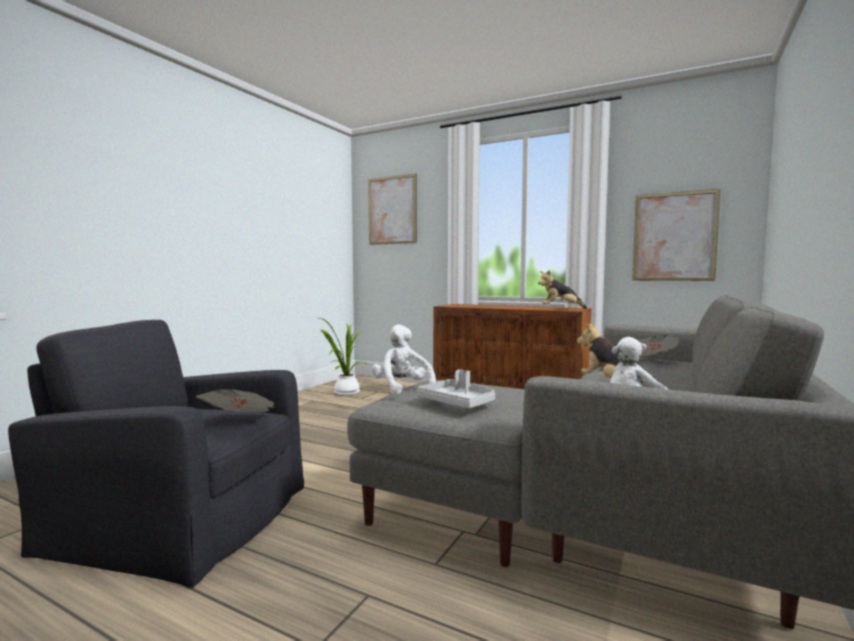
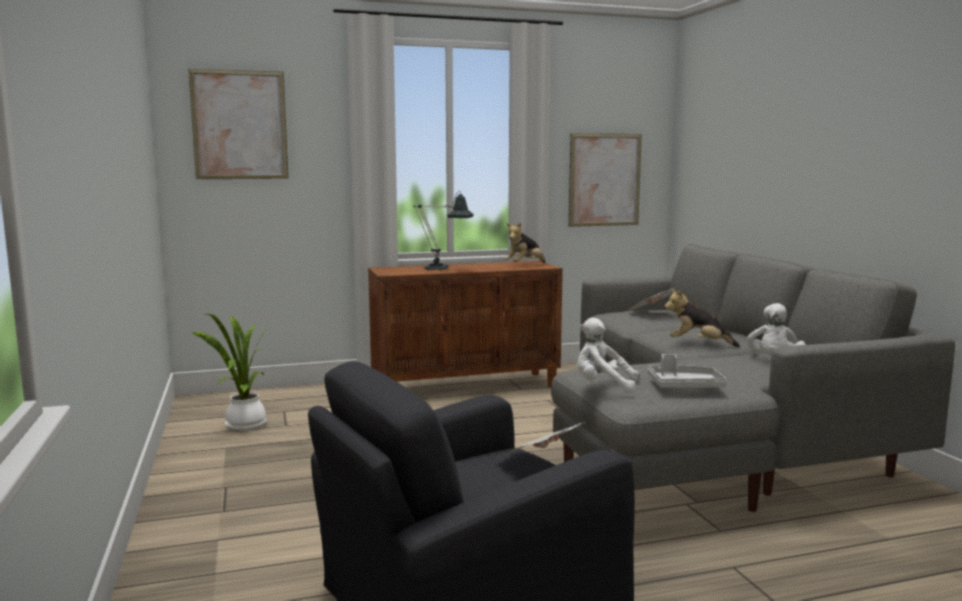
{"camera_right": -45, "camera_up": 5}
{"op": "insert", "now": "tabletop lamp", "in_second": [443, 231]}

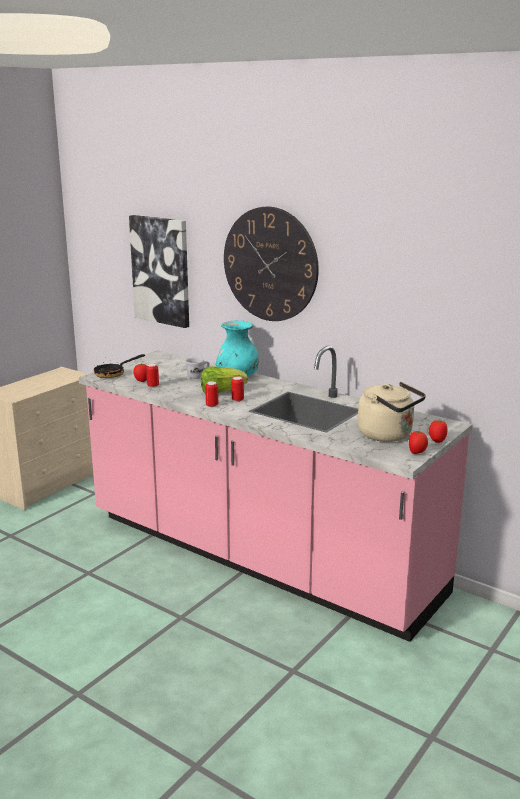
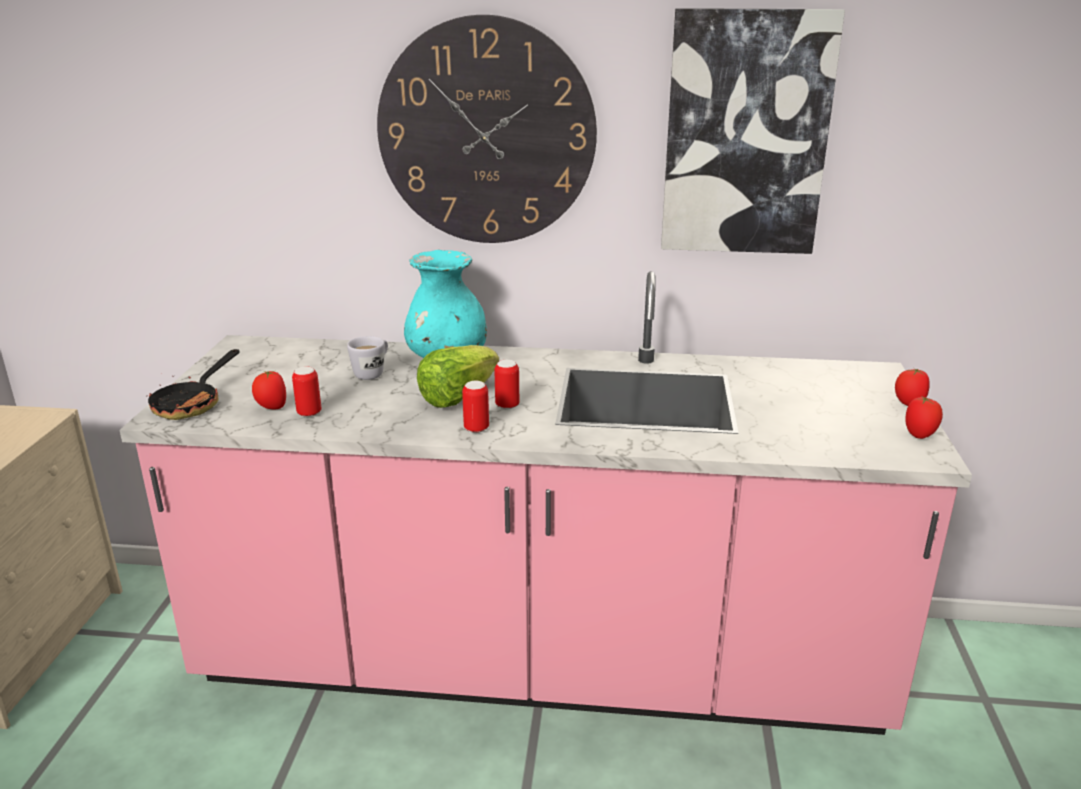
{"camera_right": -30, "camera_up": 5}
{"op": "move", "was": "picture", "in_first": [159, 271], "in_second": [753, 131]}
{"op": "delete", "was": "tea kettle (sand-coloured)", "in_first": [392, 412]}

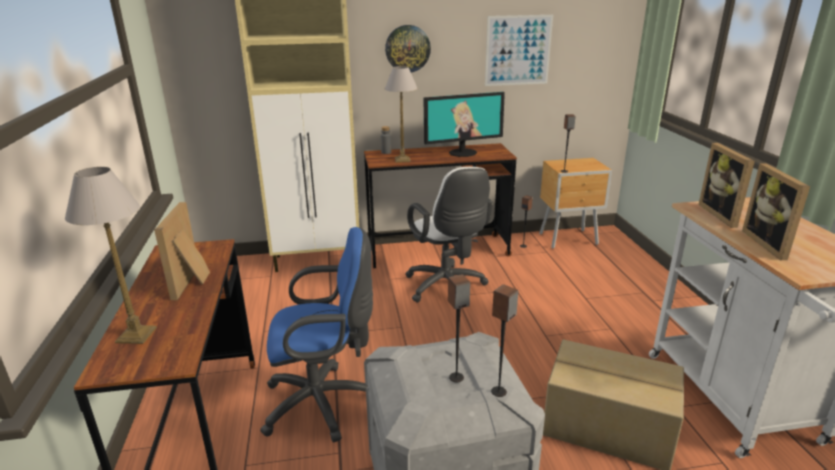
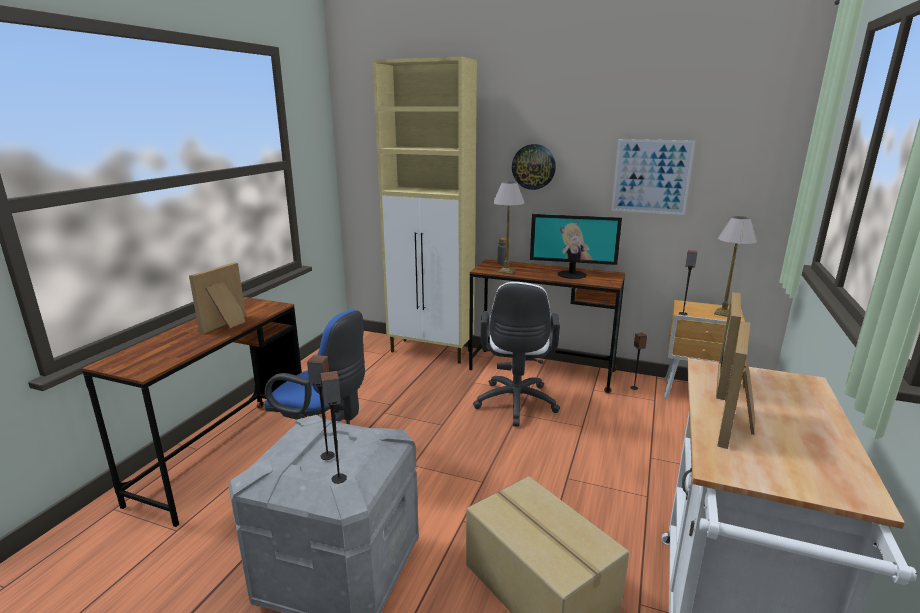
{"camera_right": 30, "camera_up": -5}
{"op": "move", "was": "tabletop lamp", "in_first": [111, 255], "in_second": [735, 266]}

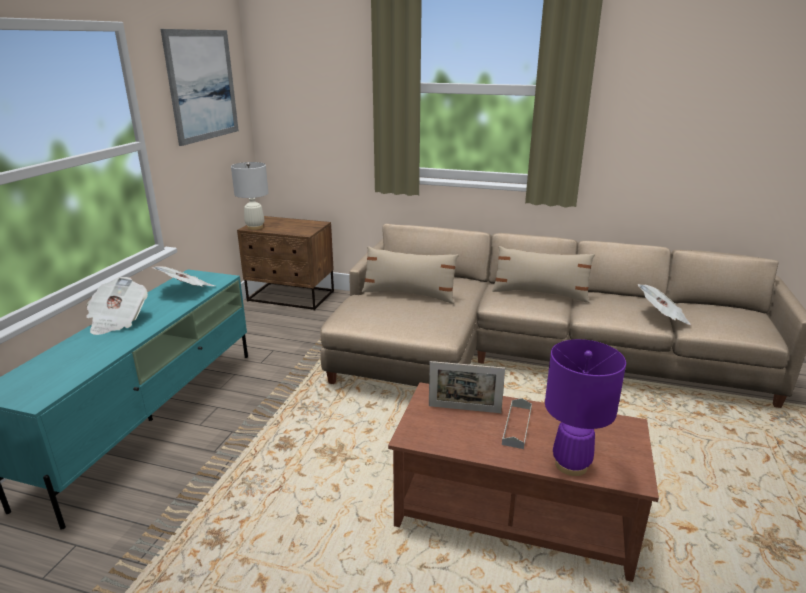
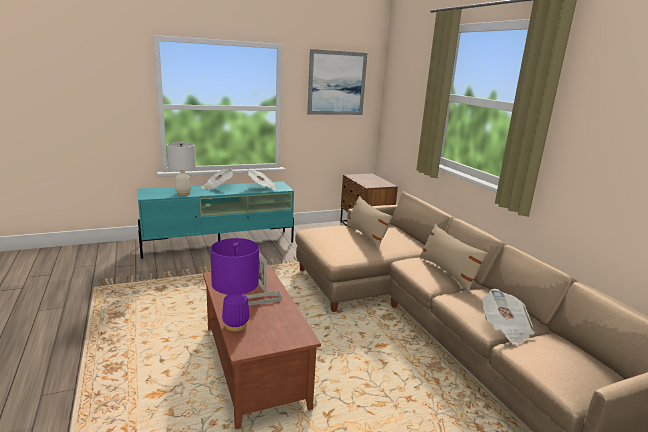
{"camera_right": 50, "camera_up": -5}
{"op": "move", "was": "tabletop lamp (white-coloured)", "in_first": [249, 196], "in_second": [181, 169]}

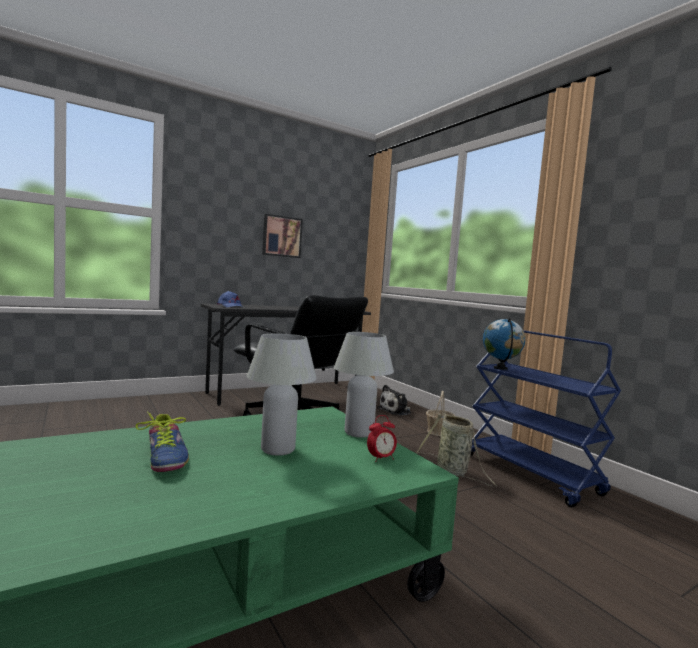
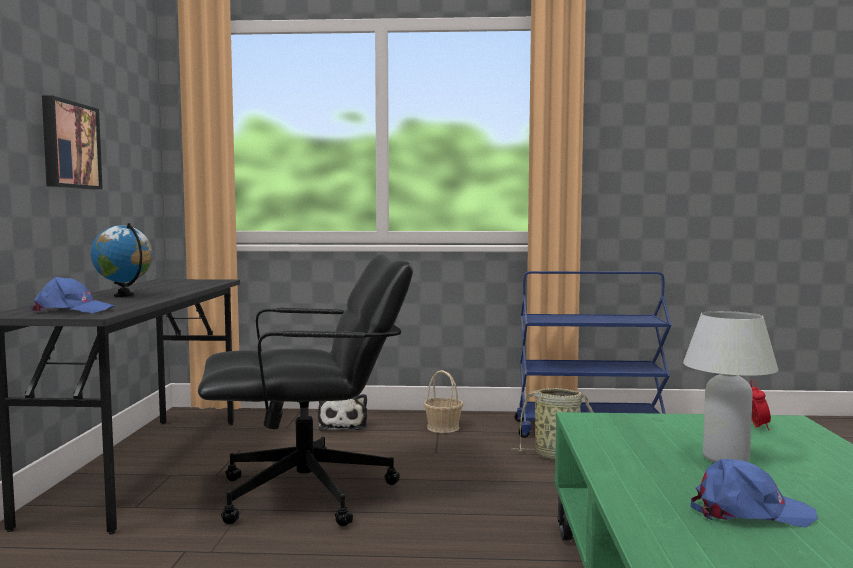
{"camera_right": -55, "camera_up": 0}
{"op": "replace", "was": "item of footwear", "now": "peaked cap (blue-coloured)", "in_first": [162, 442], "in_second": [754, 493]}
{"op": "delete", "was": "tabletop lamp (white-coloured)", "in_first": [364, 385]}
{"op": "move", "was": "desk globe", "in_first": [504, 344], "in_second": [122, 260]}

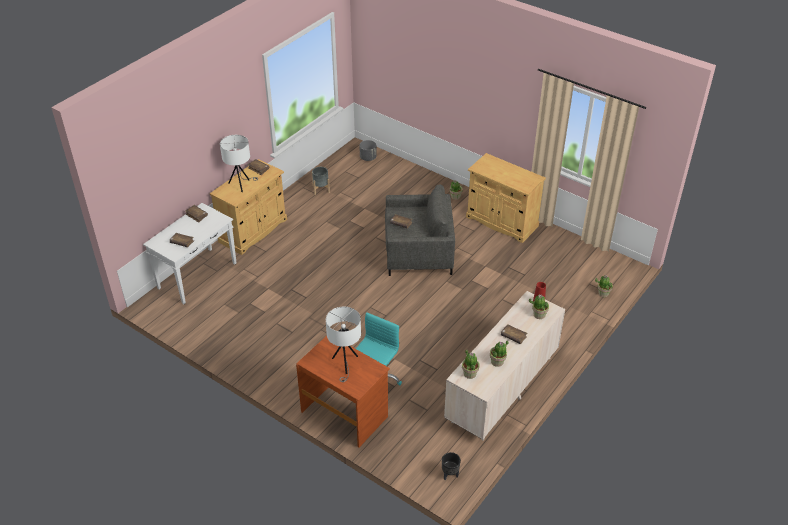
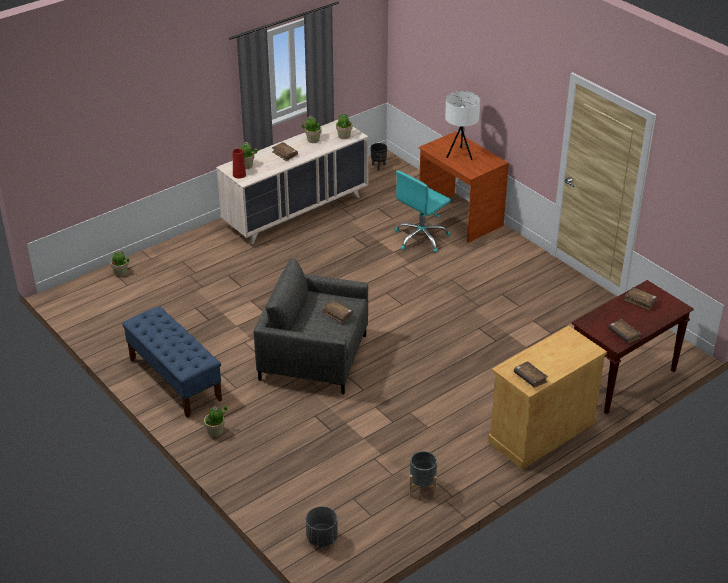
{"camera_right": -165, "camera_up": -5}
{"op": "recolor", "was": "hall table (white-coloured)", "now": "hall table (brown)", "in_first": [189, 253], "in_second": [633, 347]}
{"op": "delete", "was": "tabletop lamp (white-coloured)", "in_first": [239, 163]}
{"op": "replace", "was": "cupboard (sand-coloured)", "now": "long seat (blue-coloured)", "in_first": [506, 198], "in_second": [172, 362]}

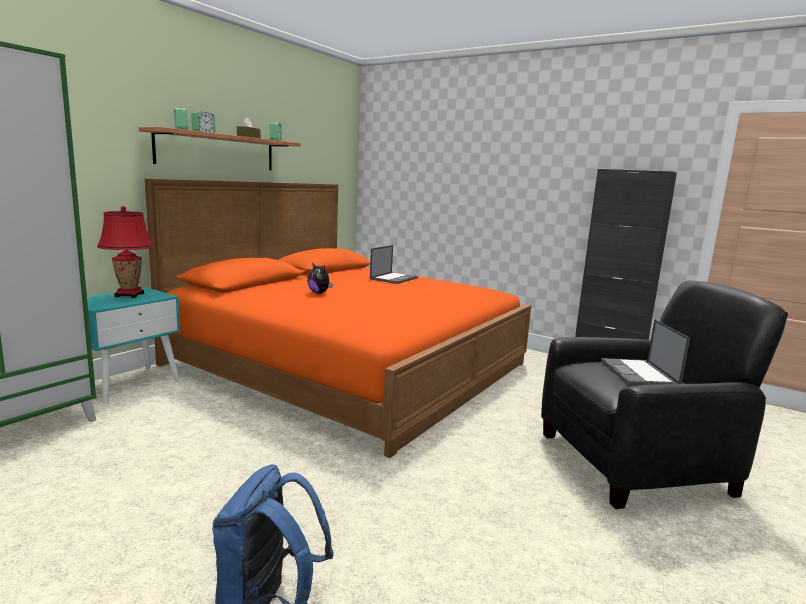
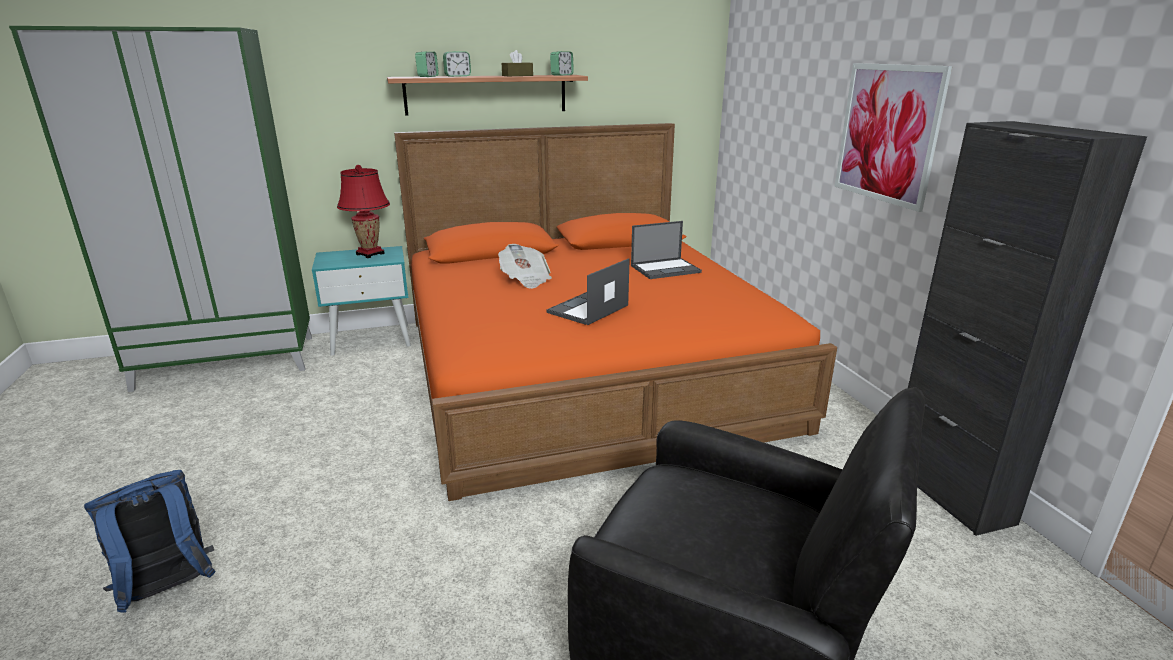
{"camera_right": 40, "camera_up": 10}
{"op": "replace", "was": "plush toy", "now": "newspaper", "in_first": [320, 277], "in_second": [525, 266]}
{"op": "move", "was": "notebook computer", "in_first": [645, 352], "in_second": [588, 291]}
{"op": "insert", "now": "picture", "in_second": [893, 137]}

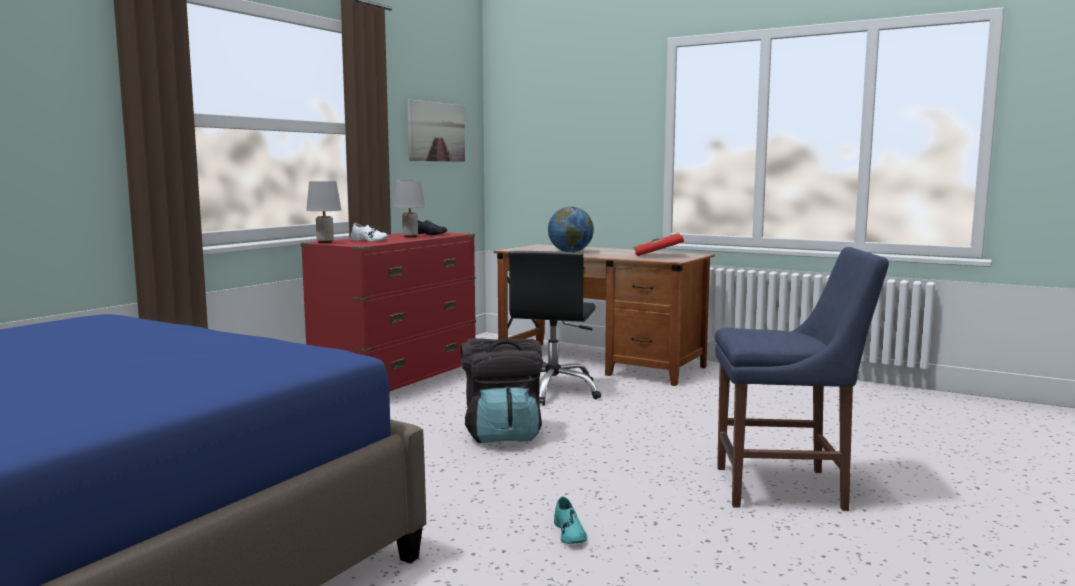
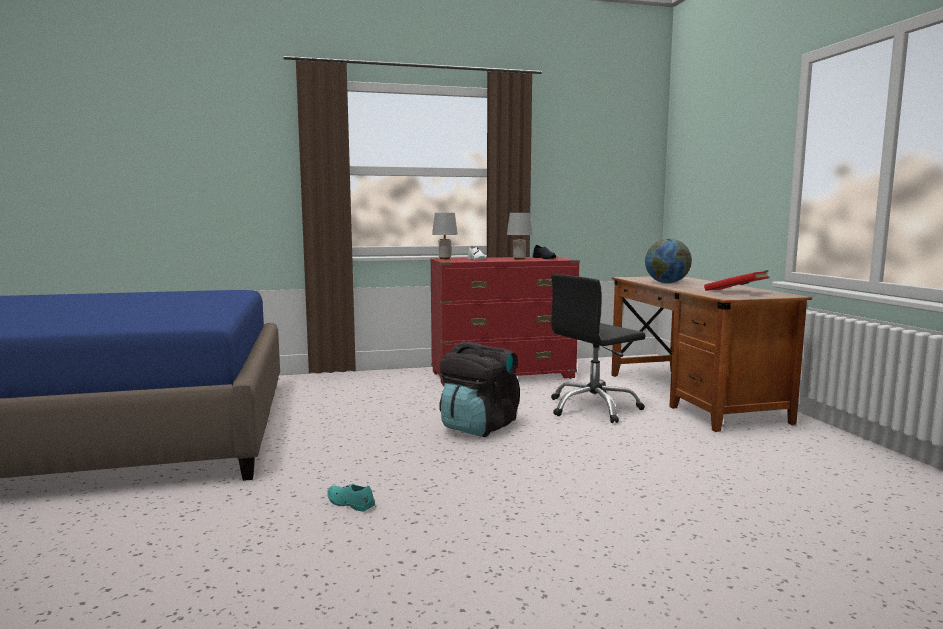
{"camera_right": 45, "camera_up": 0}
{"op": "delete", "was": "picture", "in_first": [436, 130]}
{"op": "rotate", "was": "item of footwear (blue-green)", "in_first": [570, 520], "in_second": [351, 497], "clockwise": 90}
{"op": "delete", "was": "chair (blue-coloured)", "in_first": [802, 379]}

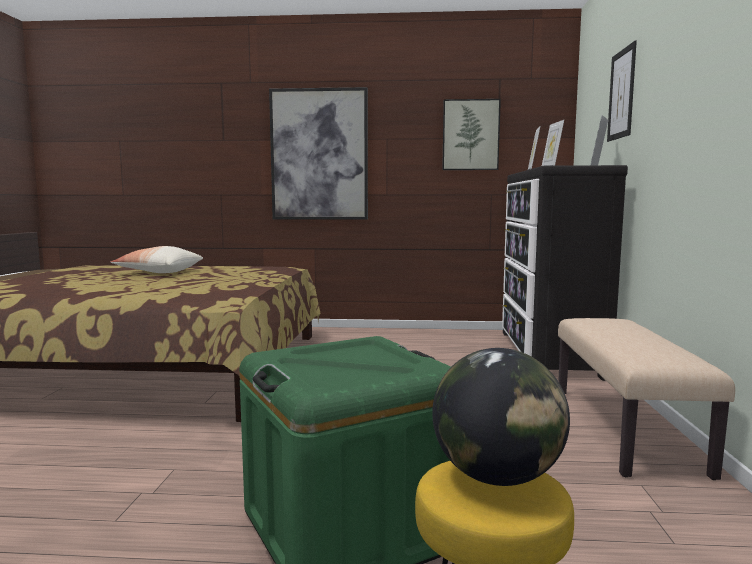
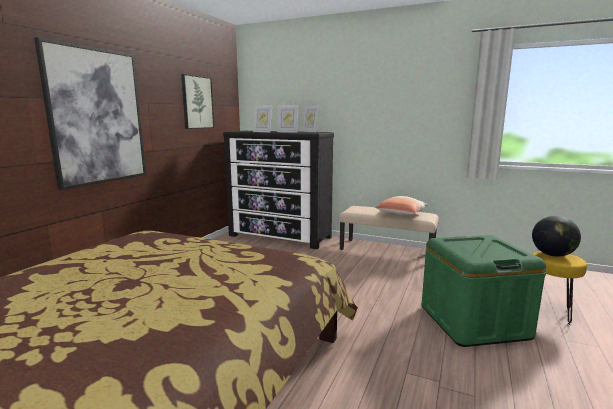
{"camera_right": -70, "camera_up": 5}
{"op": "move", "was": "cushion", "in_first": [157, 259], "in_second": [401, 205]}
{"op": "delete", "was": "picture", "in_first": [622, 91]}

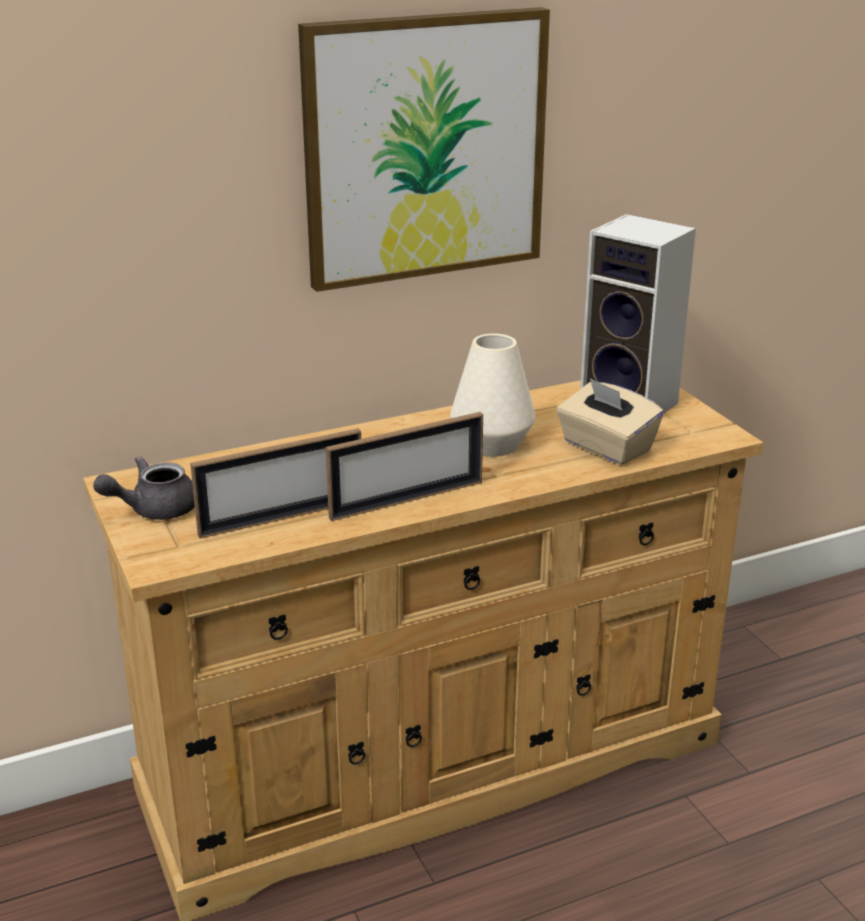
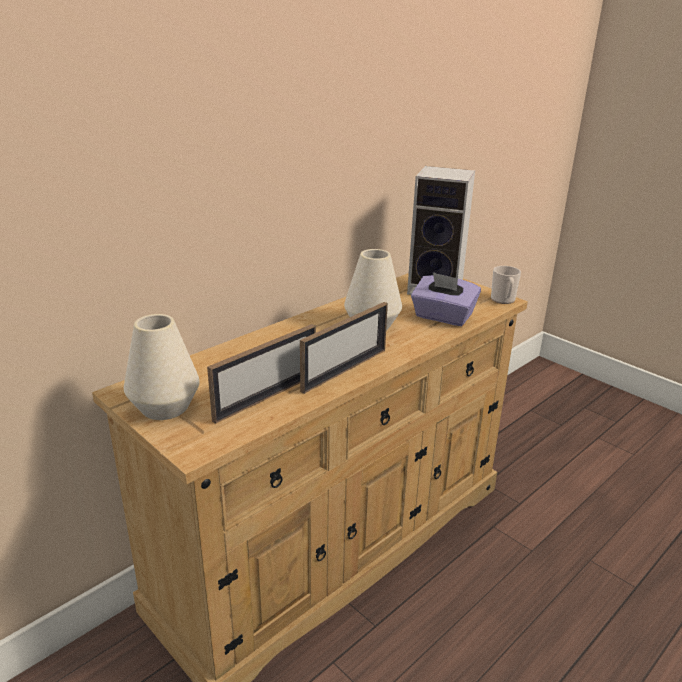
{"camera_right": -20, "camera_up": 0}
{"op": "replace", "was": "tea pot (gray)", "now": "flower vase (white-coloured)", "in_first": [144, 488], "in_second": [162, 367]}
{"op": "delete", "was": "picture", "in_first": [424, 149]}
{"op": "recolor", "was": "tissue holder (sand-coloured)", "now": "tissue holder (purplish)", "in_first": [610, 421], "in_second": [446, 299]}
{"op": "insert", "now": "mug", "in_second": [506, 285]}

